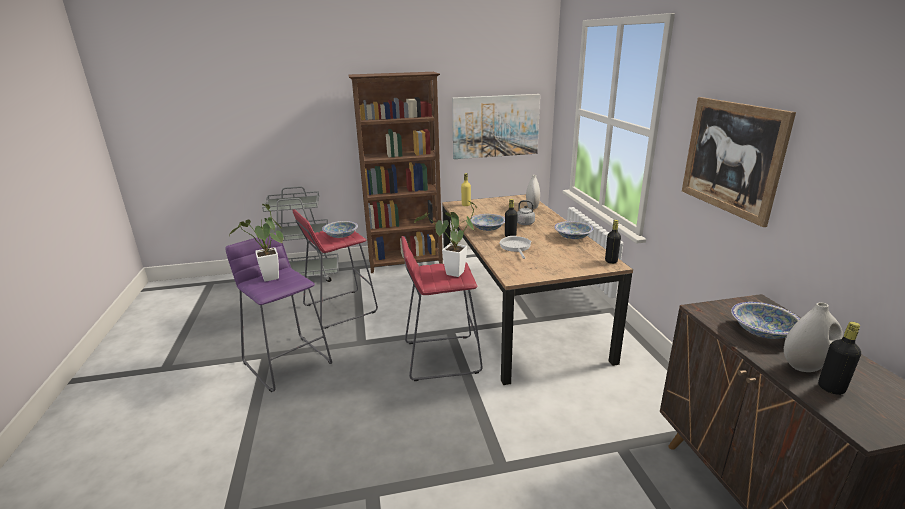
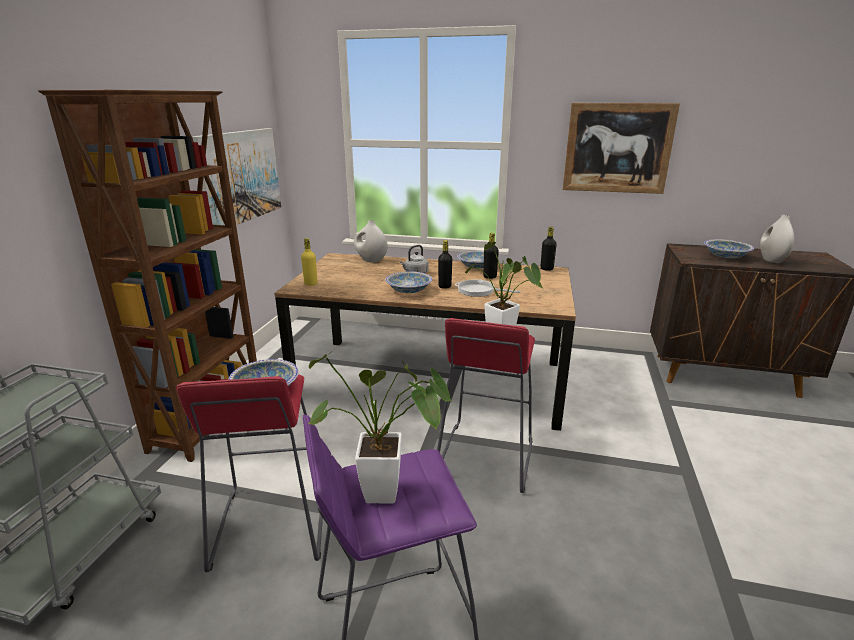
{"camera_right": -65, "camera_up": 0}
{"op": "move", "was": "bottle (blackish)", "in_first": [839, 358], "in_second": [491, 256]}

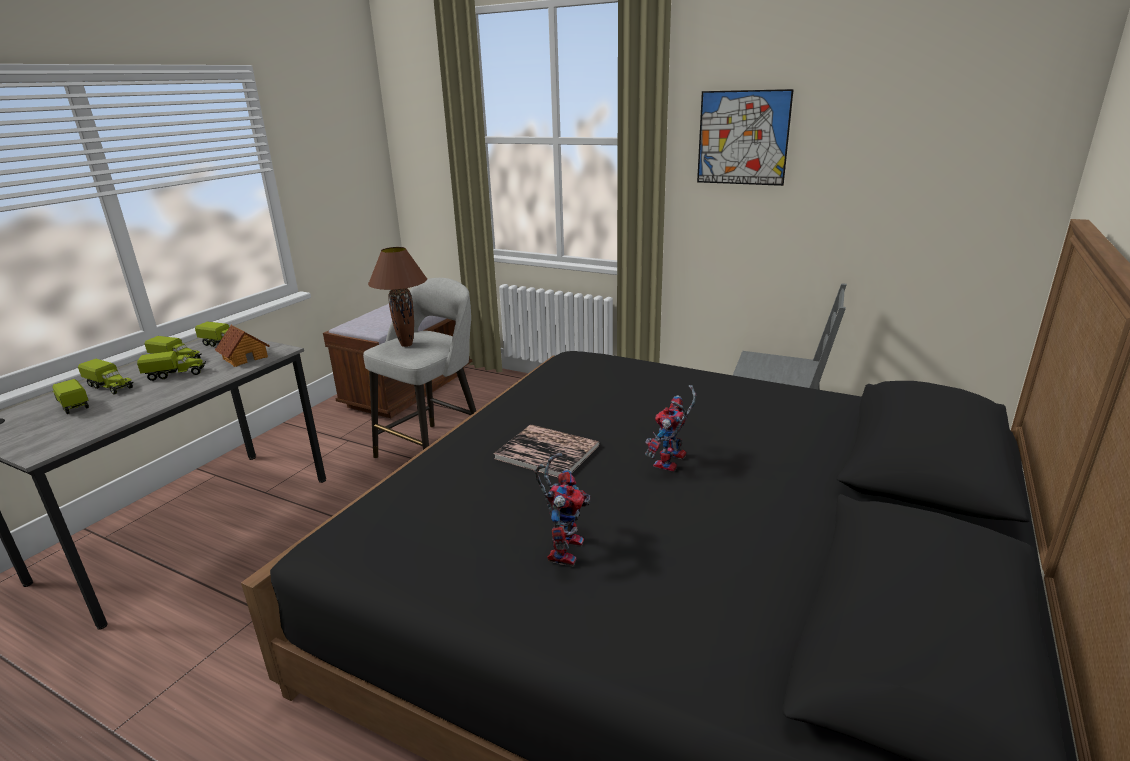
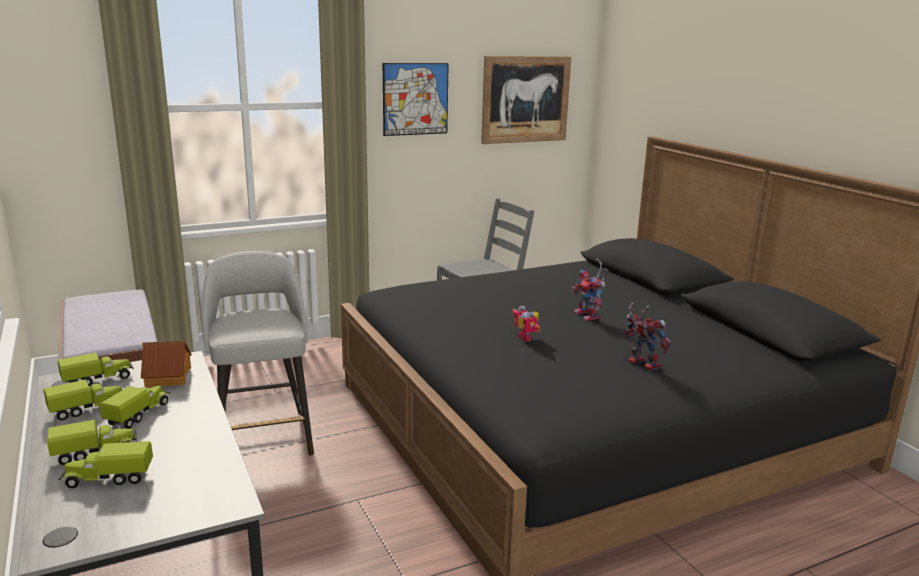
{"camera_right": -55, "camera_up": -5}
{"op": "delete", "was": "tabletop lamp (brown)", "in_first": [397, 297]}
{"op": "replace", "was": "bound book", "now": "robot figure", "in_first": [546, 450], "in_second": [526, 324]}
{"op": "insert", "now": "picture", "in_second": [526, 100]}

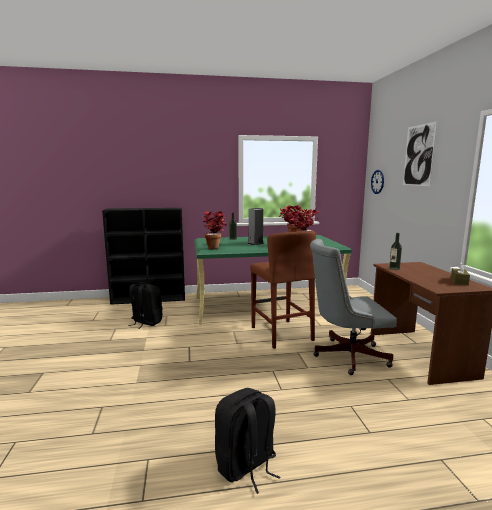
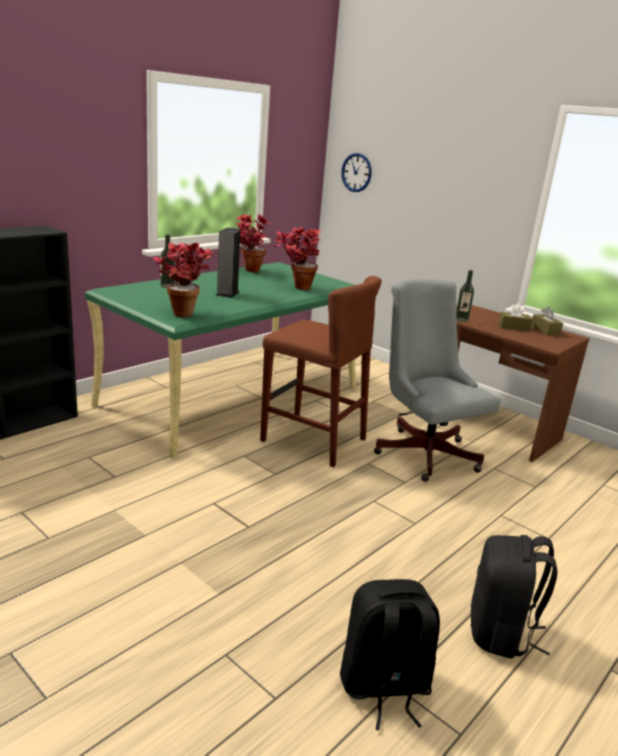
{"camera_right": -40, "camera_up": 10}
{"op": "move", "was": "rucksack (blackish)", "in_first": [145, 306], "in_second": [390, 654]}
{"op": "rotate", "was": "office chair (gray)", "in_first": [353, 307], "in_second": [437, 380], "clockwise": 105}
{"op": "delete", "was": "picture", "in_first": [420, 153]}
{"op": "insert", "now": "tissue holder (brown)", "in_second": [515, 317]}

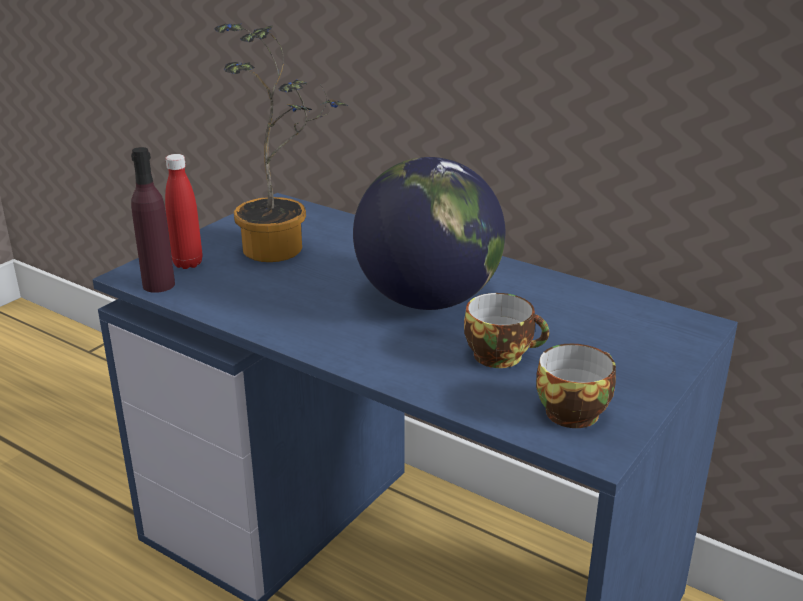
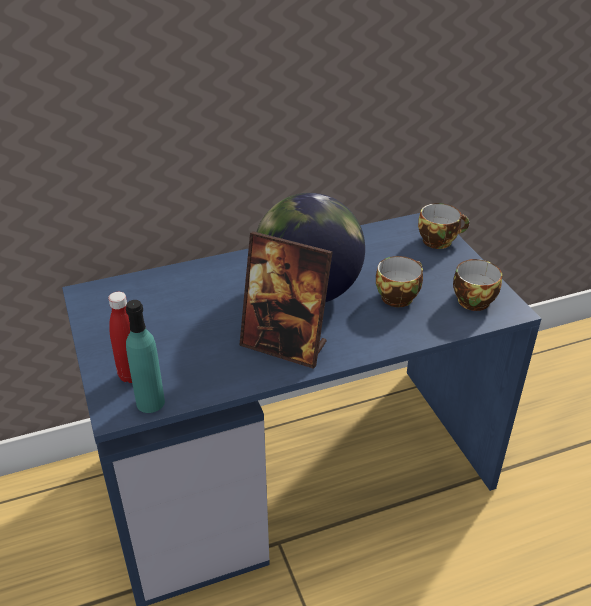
{"camera_right": -55, "camera_up": 10}
{"op": "recolor", "was": "bottle (purplish)", "now": "bottle (blue-green)", "in_first": [153, 220], "in_second": [145, 356]}
{"op": "delete", "was": "houseplant", "in_first": [281, 142]}
{"op": "insert", "now": "photo frame", "in_second": [286, 300]}
{"op": "insert", "now": "small cup", "in_second": [443, 226]}

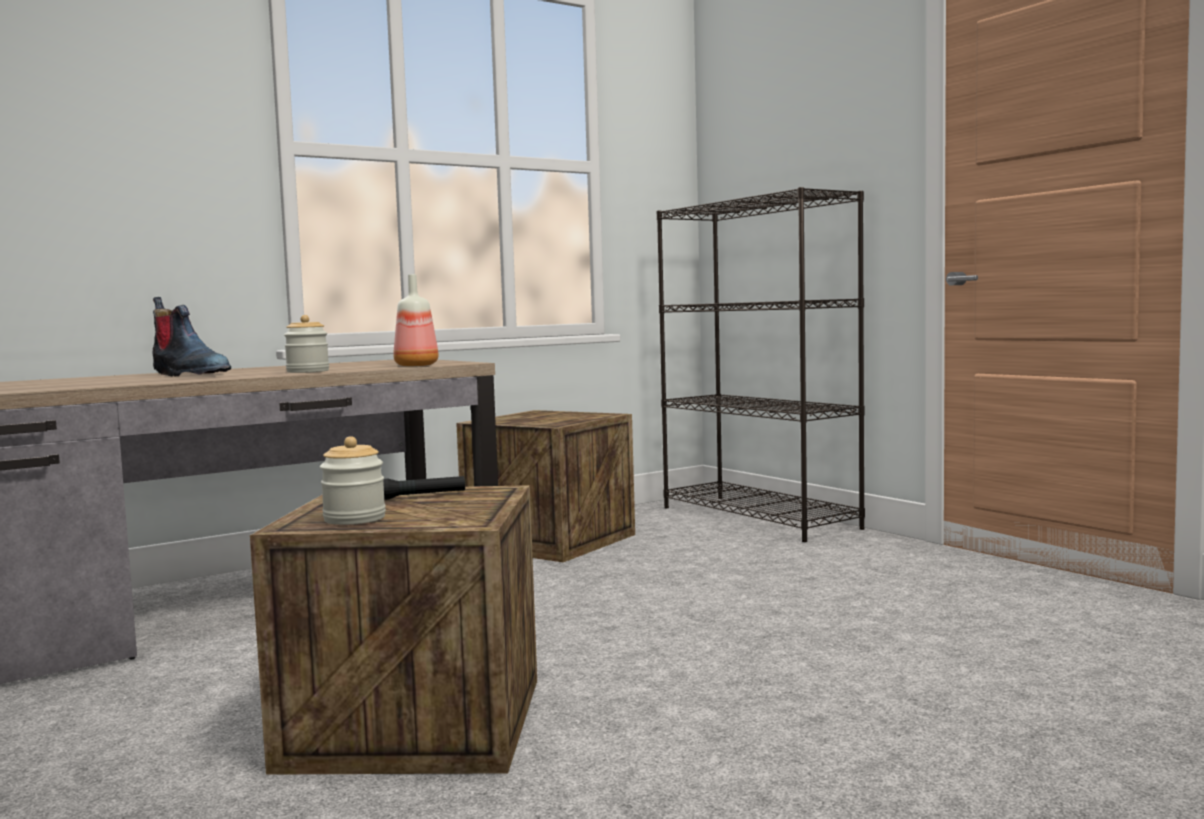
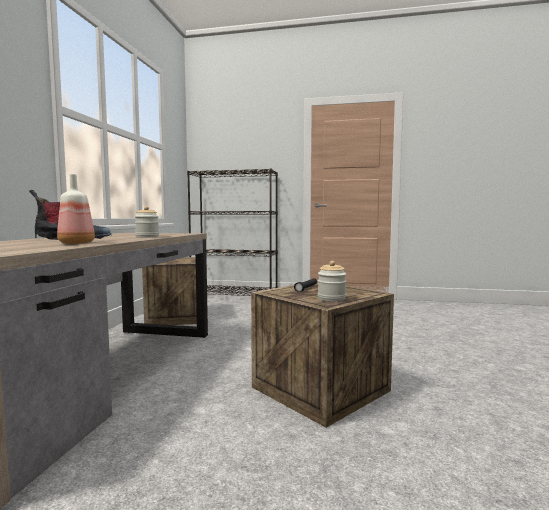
{"camera_right": -45, "camera_up": 0}
{"op": "move", "was": "bottle", "in_first": [416, 320], "in_second": [76, 209]}

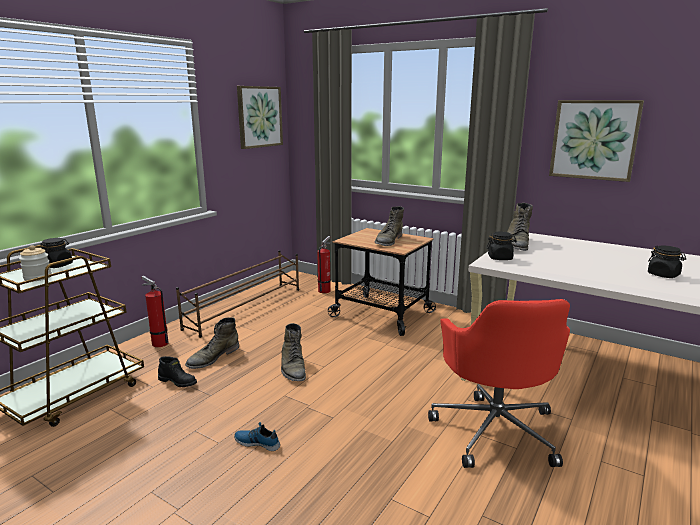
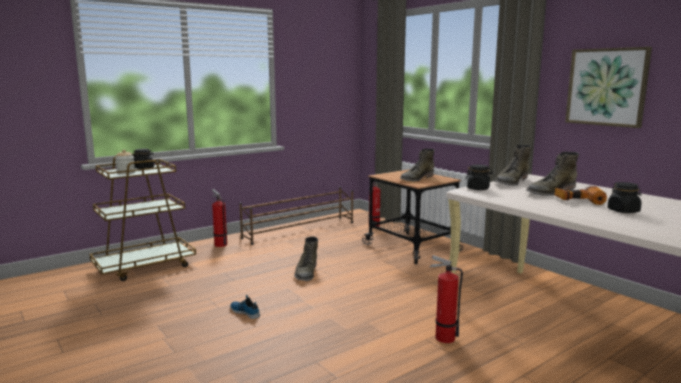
{"camera_right": 20, "camera_up": -5}
{"op": "delete", "was": "boot (blackish)", "in_first": [177, 371]}
{"op": "move", "was": "boot (green-coloured)", "in_first": [212, 343], "in_second": [552, 174]}
{"op": "delete", "was": "picture", "in_first": [260, 117]}
{"op": "replace", "was": "office chair (red-coloured)", "now": "extinguisher", "in_first": [499, 383], "in_second": [446, 299]}
{"op": "insert", "now": "drill", "in_second": [581, 195]}

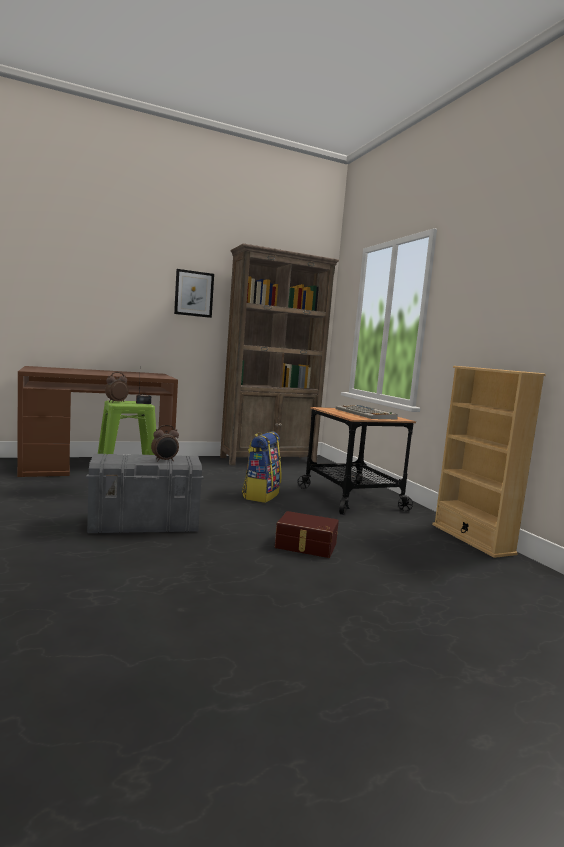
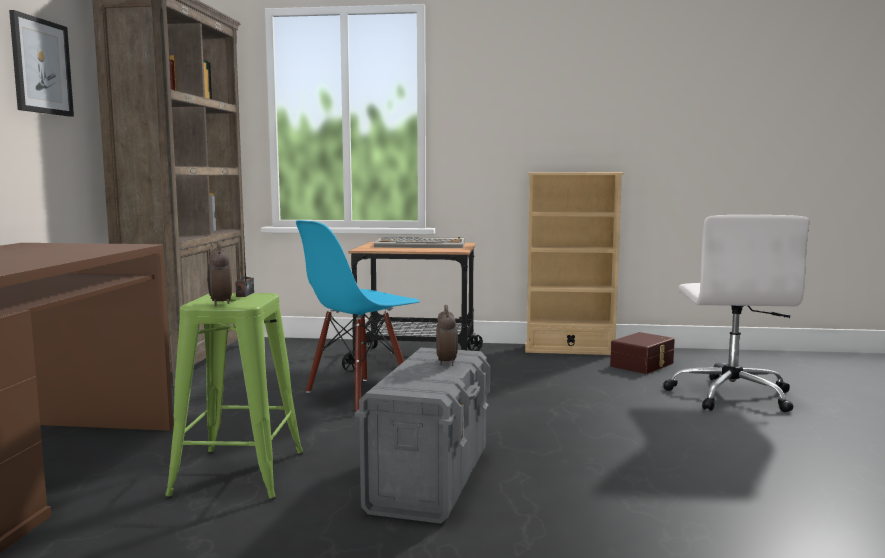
{"camera_right": -60, "camera_up": 0}
{"op": "replace", "was": "rucksack", "now": "chair (blue-coloured)", "in_first": [261, 467], "in_second": [358, 316]}
{"op": "move", "was": "storage bin (brown)", "in_first": [307, 534], "in_second": [642, 353]}
{"op": "insert", "now": "office chair (white-coloured)", "in_second": [736, 313]}

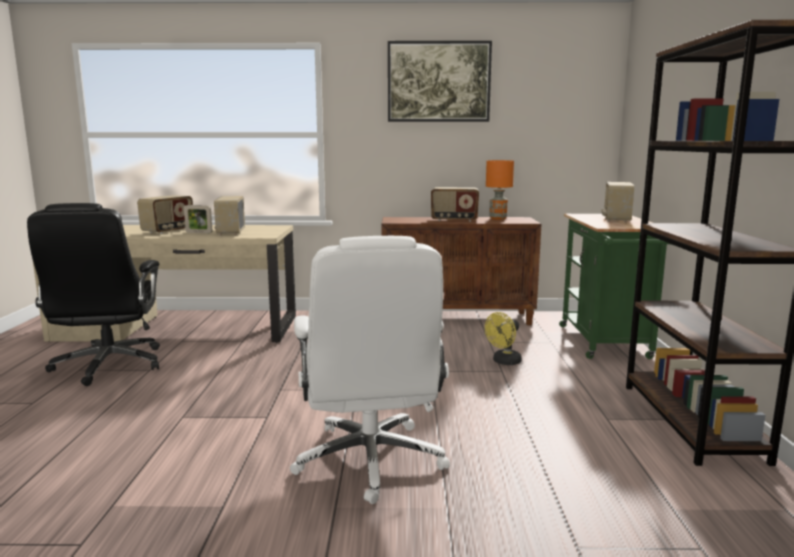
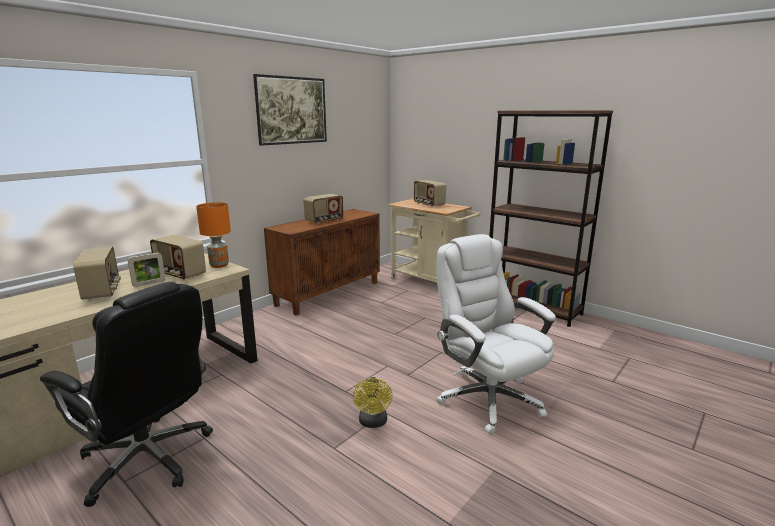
{"camera_right": -50, "camera_up": 5}
{"op": "rotate", "was": "office chair (white-coloured)", "in_first": [370, 370], "in_second": [496, 334], "clockwise": -150}
{"op": "move", "was": "cooling fan (yellowish)", "in_first": [503, 338], "in_second": [372, 402]}
{"op": "move", "was": "tabletop lamp (orange-coloured)", "in_first": [500, 190], "in_second": [213, 235]}
{"op": "recolor", "was": "trolley (green-coloured)", "now": "trolley (sand-coloured)", "in_first": [615, 286], "in_second": [434, 241]}

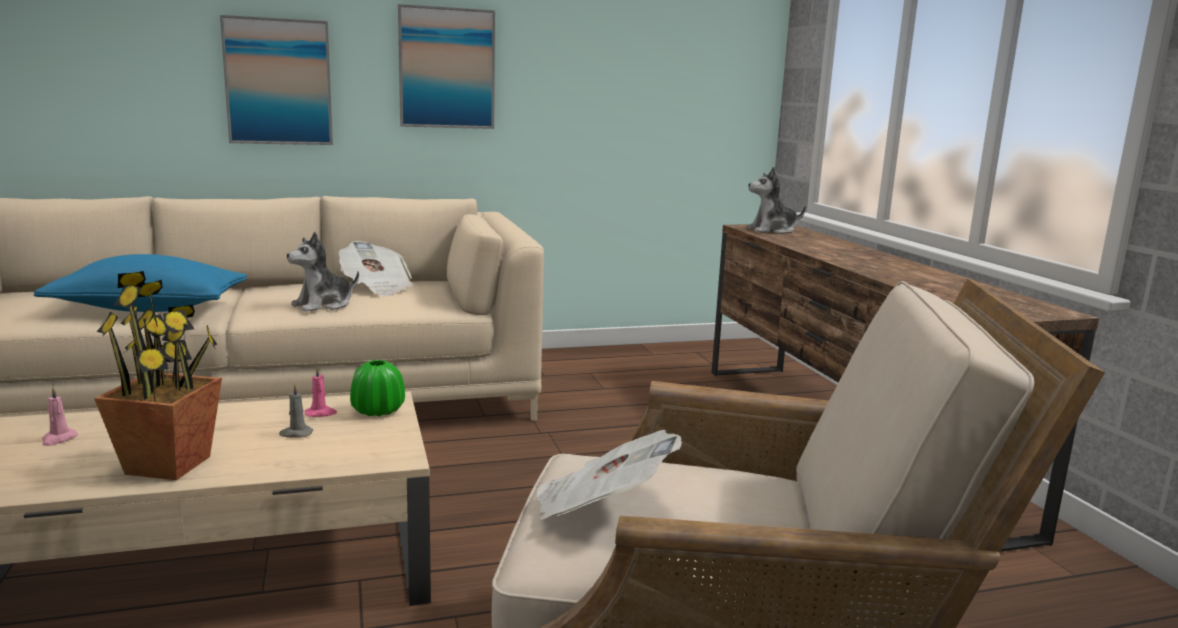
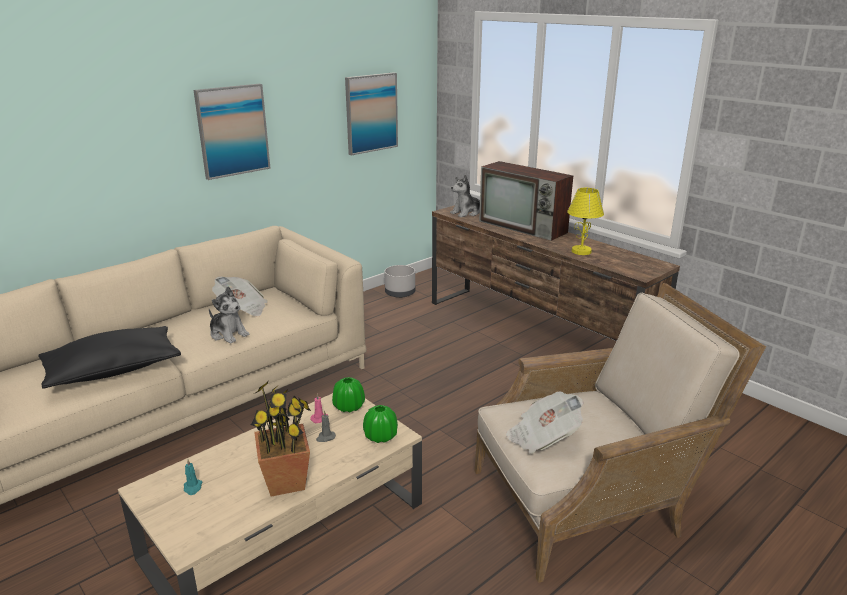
{"camera_right": -25, "camera_up": 10}
{"op": "recolor", "was": "cushion (blue-coloured)", "now": "cushion (blackish)", "in_first": [140, 283], "in_second": [109, 357]}
{"op": "recolor", "was": "candle (pink-coloured)", "now": "candle (blue-green)", "in_first": [60, 416], "in_second": [193, 477]}
{"op": "move", "was": "picture", "in_first": [276, 80], "in_second": [371, 113]}
{"op": "rotate", "was": "plush toy", "in_first": [323, 272], "in_second": [229, 315], "clockwise": -75}
{"op": "insert", "now": "flower vase (green-coloured)", "in_second": [380, 424]}
{"op": "insert", "now": "flower pot (gray)", "in_second": [399, 281]}
{"op": "insert", "now": "TV set", "in_second": [526, 201]}
{"op": "insert", "now": "tabletop lamp (yellowish)", "in_second": [585, 221]}

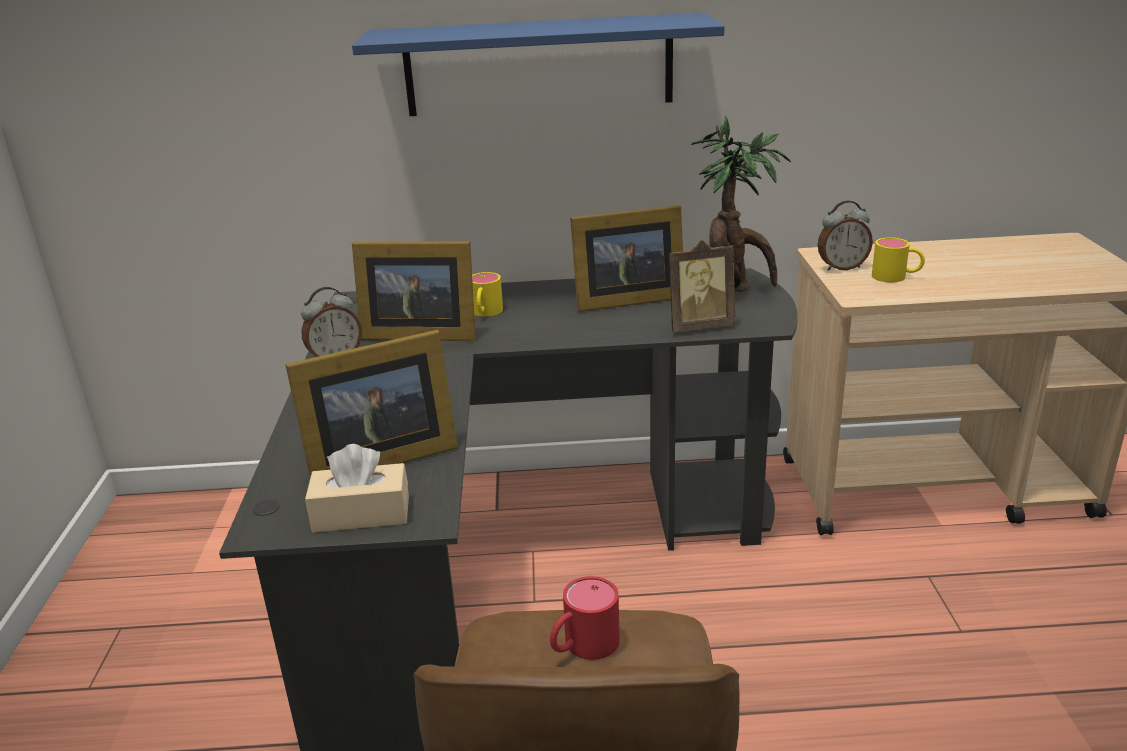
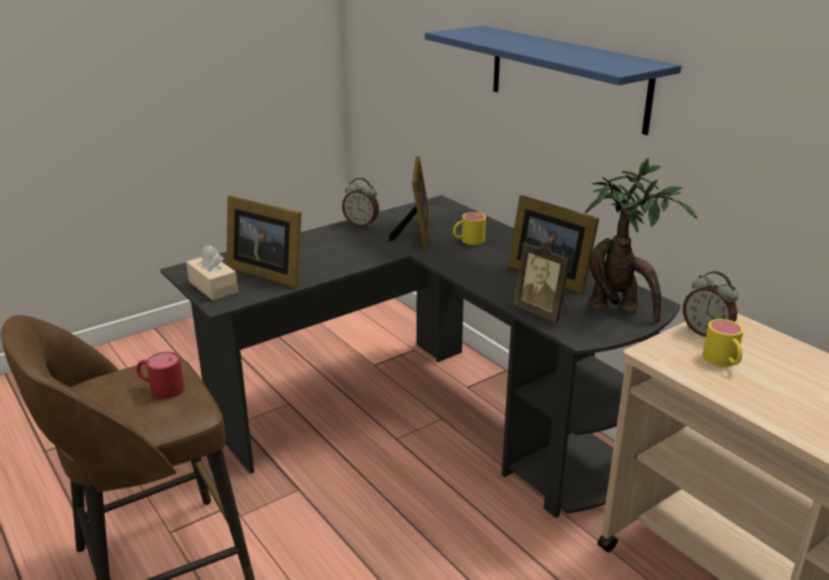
{"camera_right": 55, "camera_up": 0}
{"op": "rotate", "was": "photo frame", "in_first": [414, 291], "in_second": [409, 202], "clockwise": -150}

